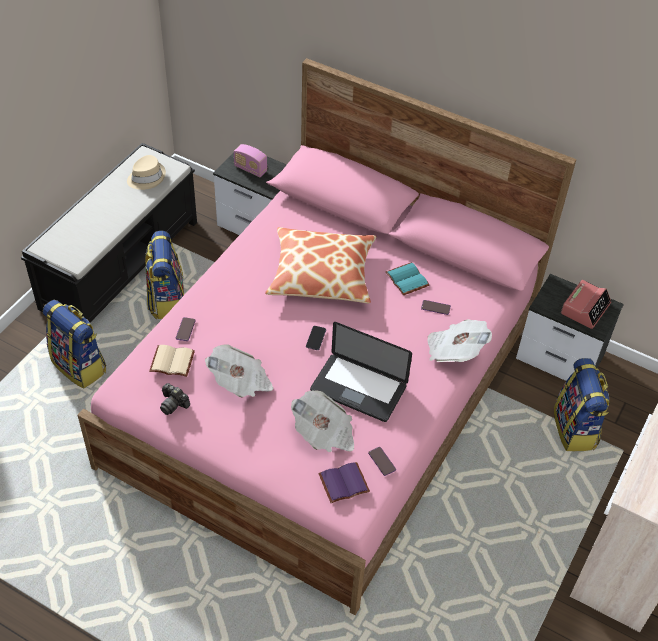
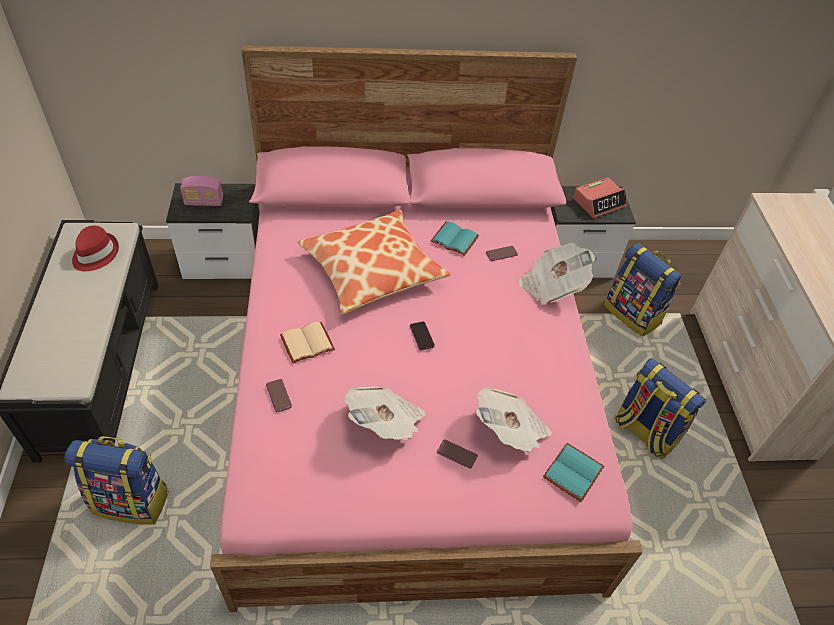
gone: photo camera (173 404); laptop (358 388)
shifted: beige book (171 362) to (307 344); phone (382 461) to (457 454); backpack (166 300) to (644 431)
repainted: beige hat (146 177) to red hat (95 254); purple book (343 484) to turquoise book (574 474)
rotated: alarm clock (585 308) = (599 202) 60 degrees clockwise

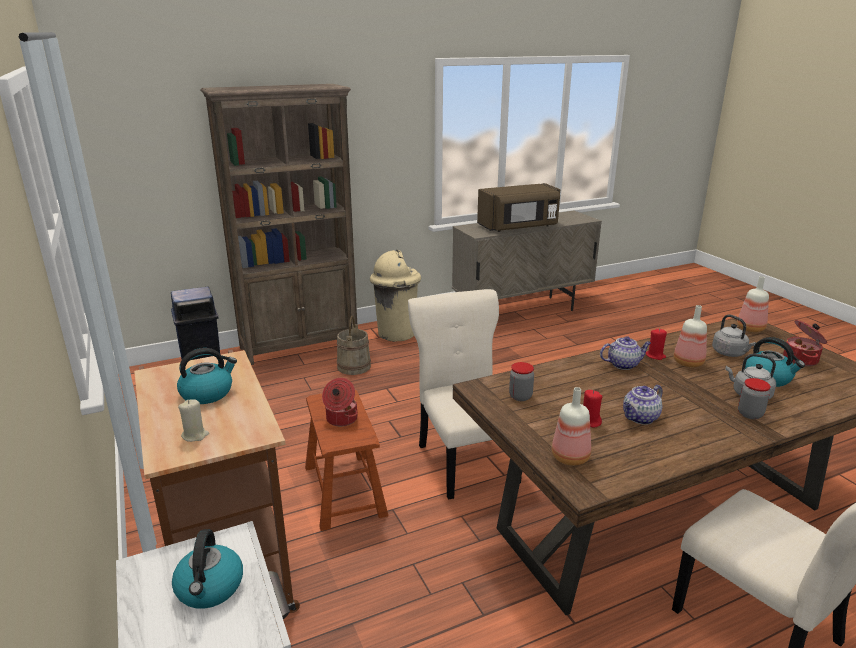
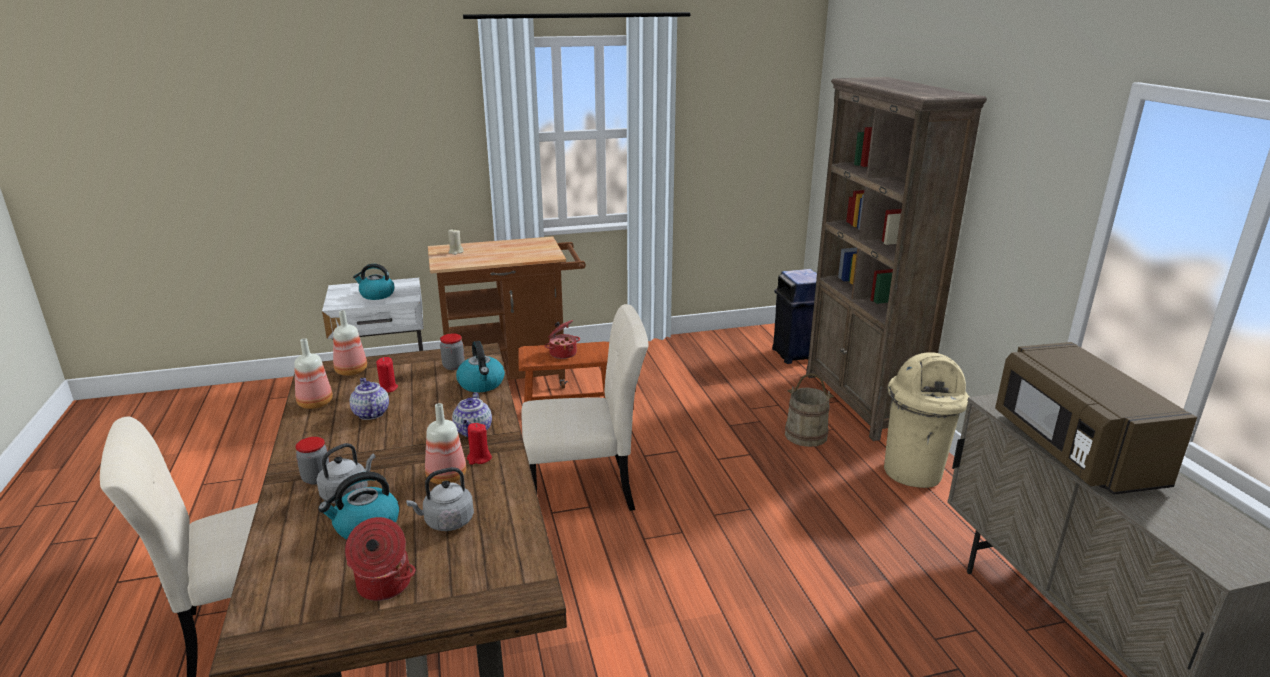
shifted: bottle (751 328) to (315 404); kettle (207 393) to (481 384)

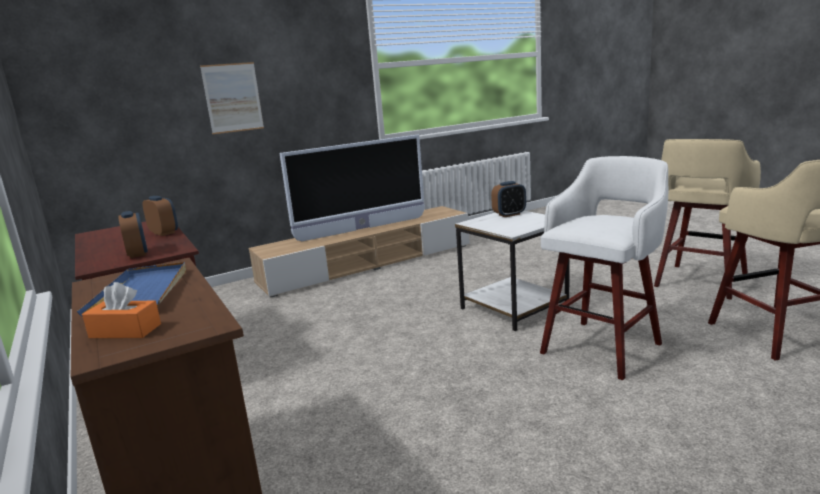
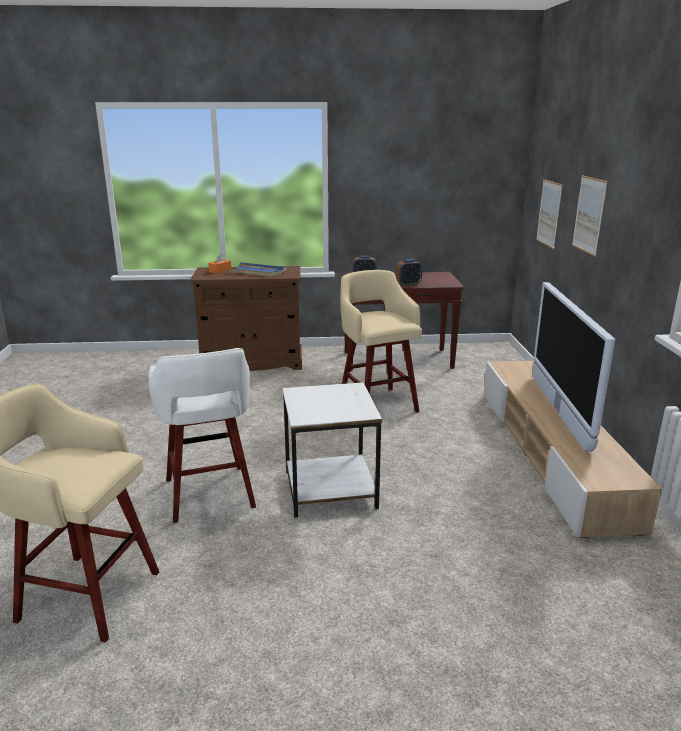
gone: alarm clock (509 214)
new: picture (549 213)
shifted: beige stool (699 282) to (377 403)

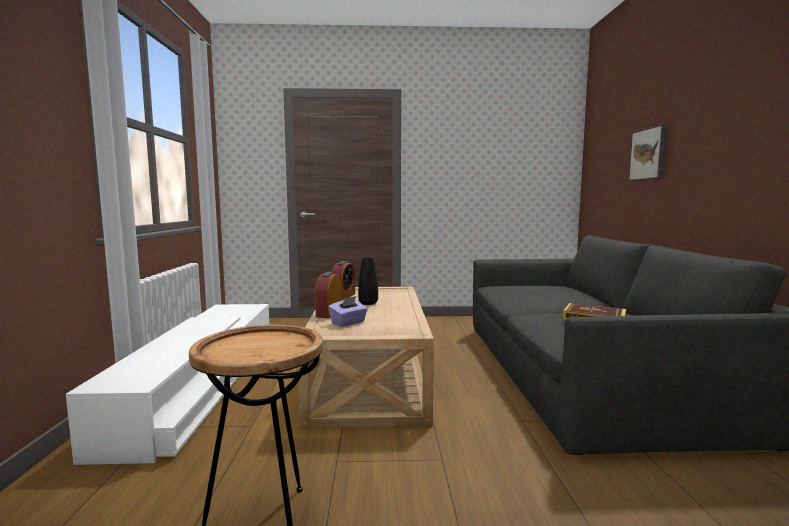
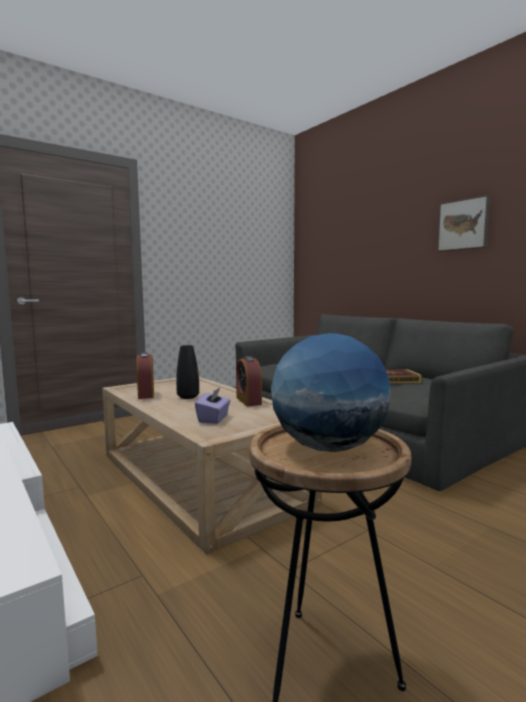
new: globe (328 448)
shifted: alarm clock (329 313) to (248 401); picture (650 154) to (464 225)

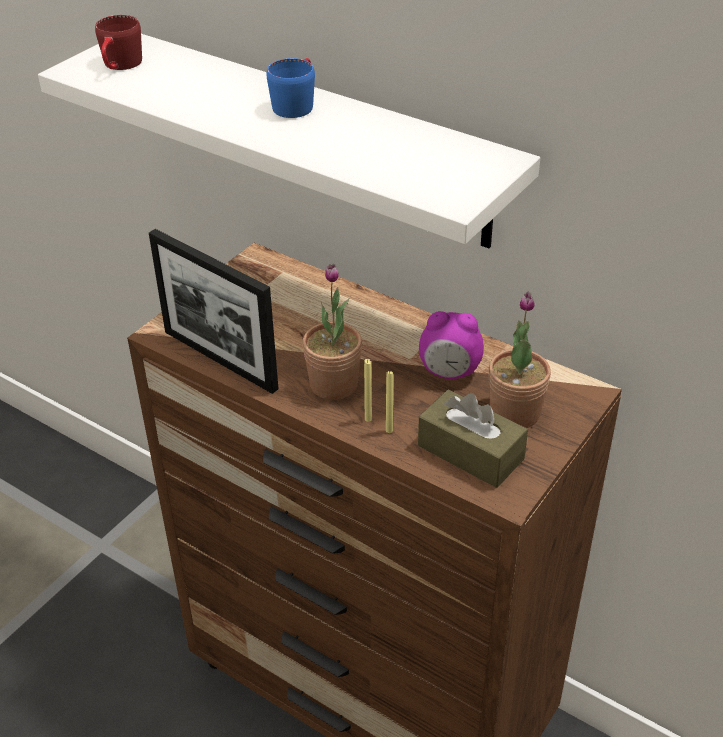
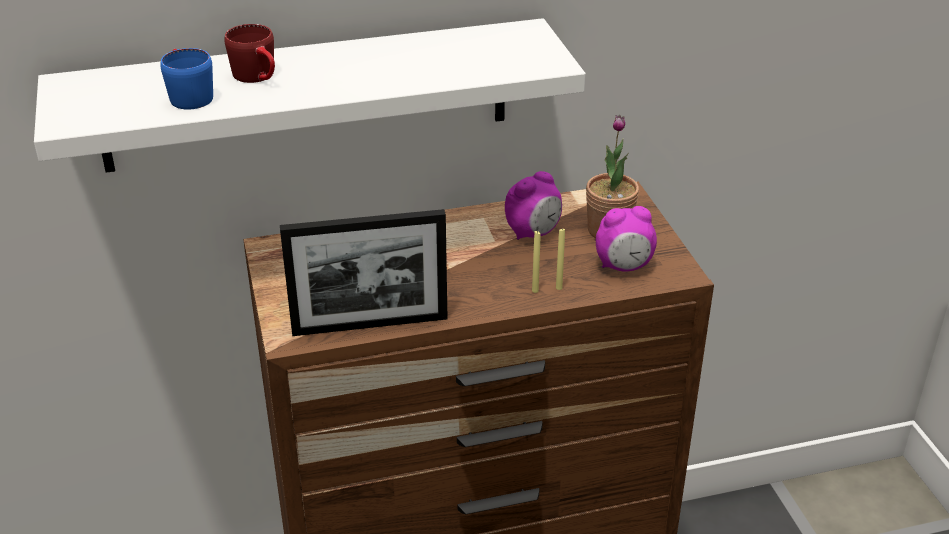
gone: potted plant (333 384)
shifted: blue mug (296 104) to (188 95); red mug (120 66) to (259 77)
swapped: brown tissue box (470 452) to alarm clock (624 267)

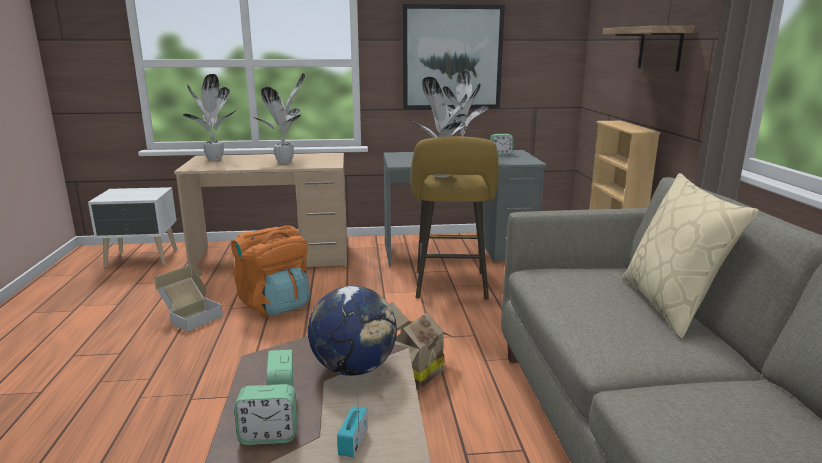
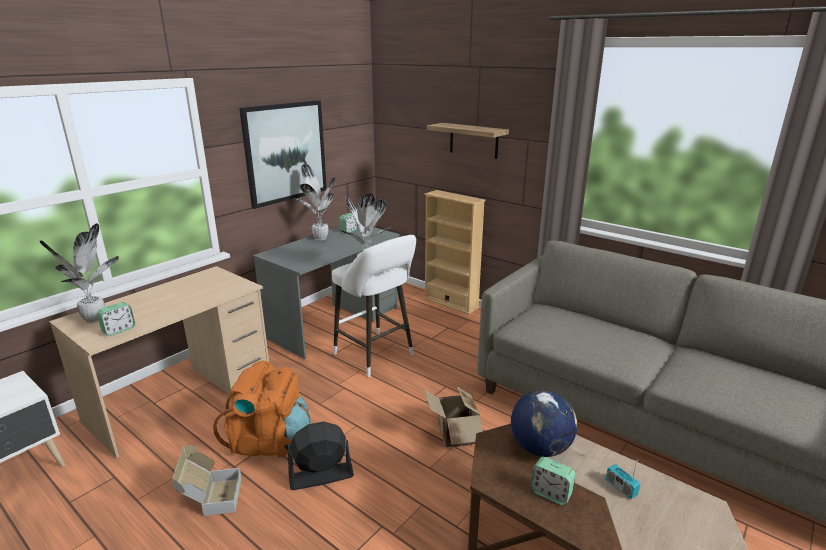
gone: potted plant (286 162); beige pillow (671 305)
new: black fan (321 476)
shifted: alarm clock (268 435) to (119 330)
repainted: yellow stool (451 287) to white stool (376 356)

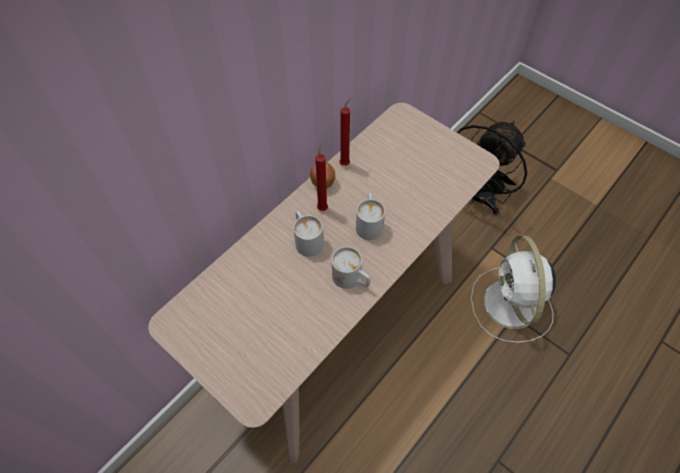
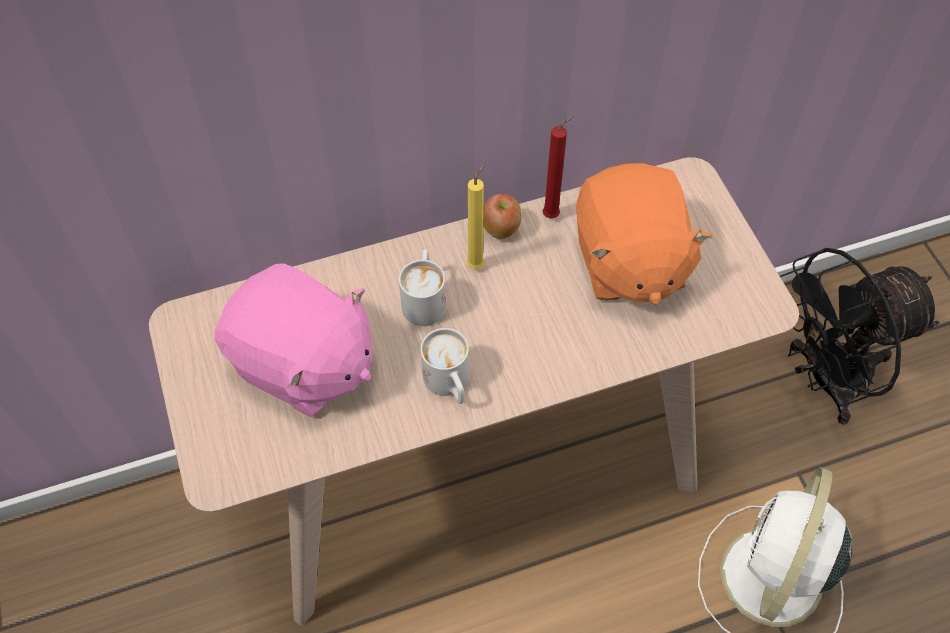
gone: white mug (369 223)
new: pink plush toy (303 365); orange plush toy (628 262)
repainted: red candle (322 207) to yellow candle (477 264)

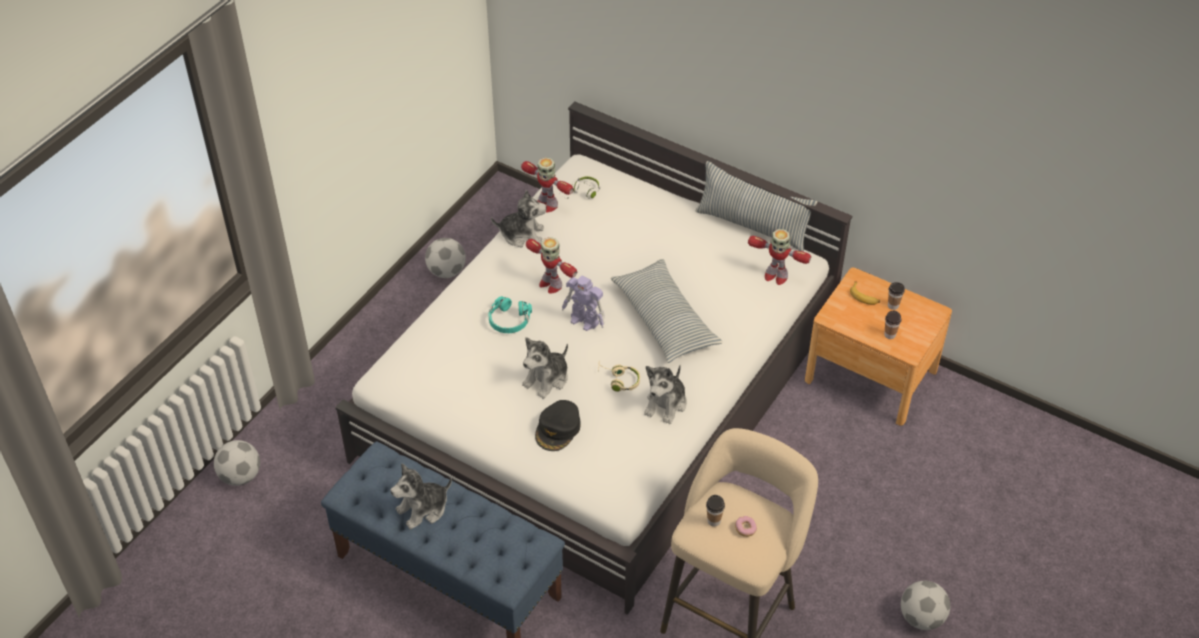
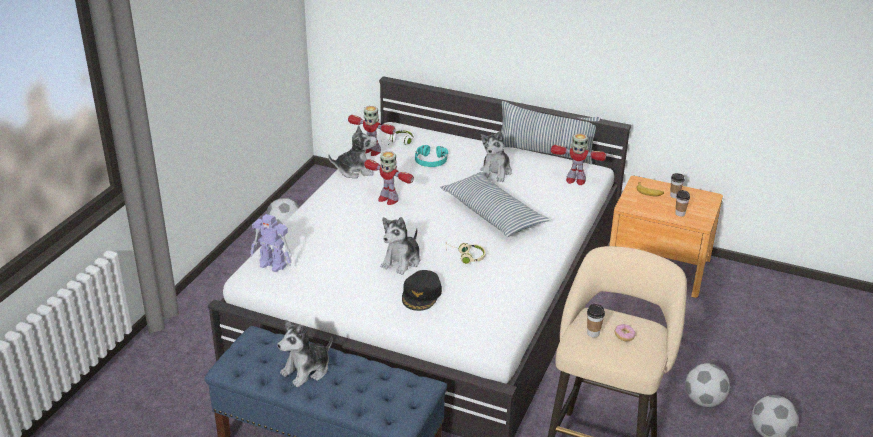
shifted: toy robot (585 321) to (273 265); turquoise headphones (509 320) to (430 161); plush toy (666 404) to (496 172); football (240 476) to (703 401)

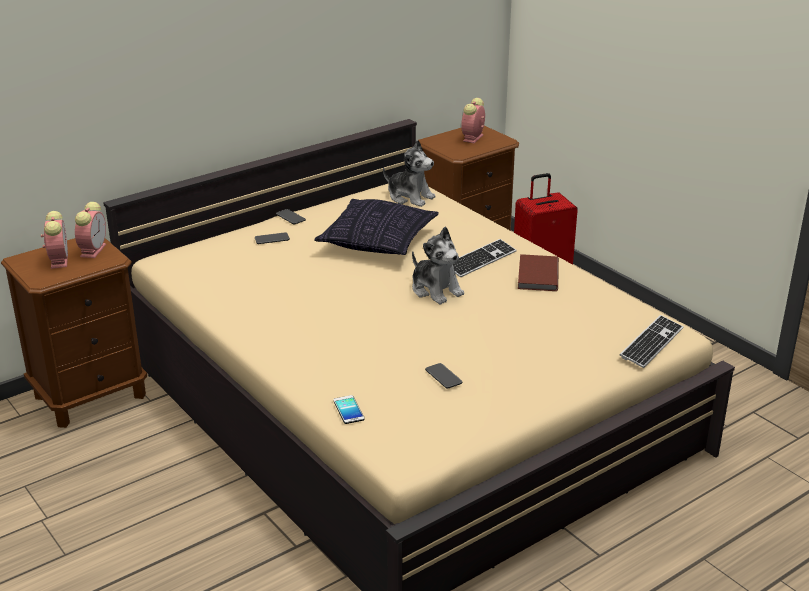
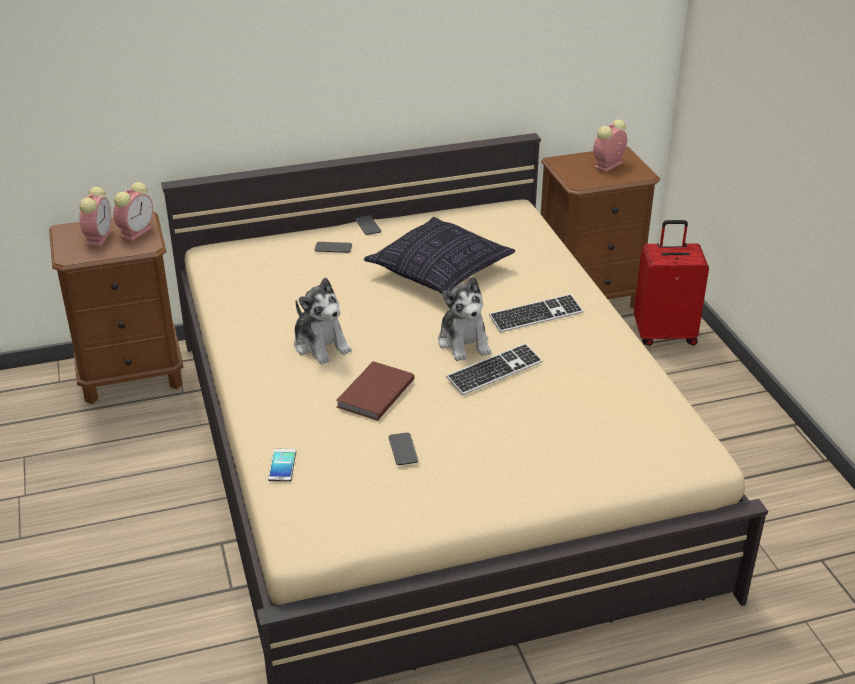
shifted: plush toy (410 197) to (321 345); brown book (536 275) to (373 393); keyboard (651 343) to (494 371)

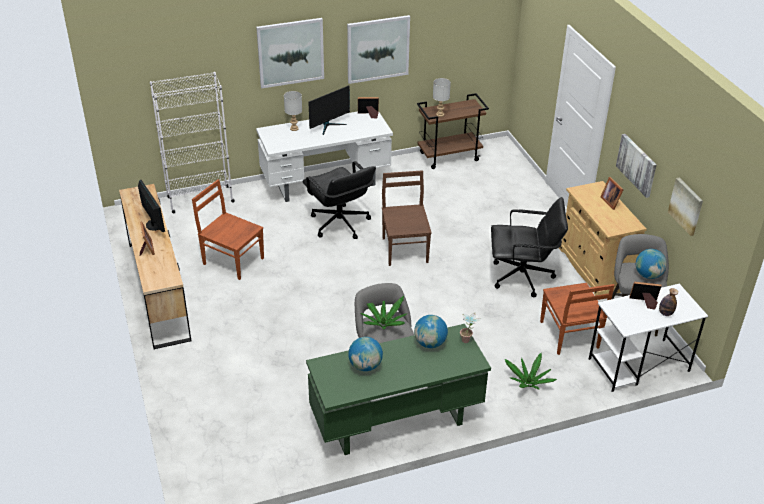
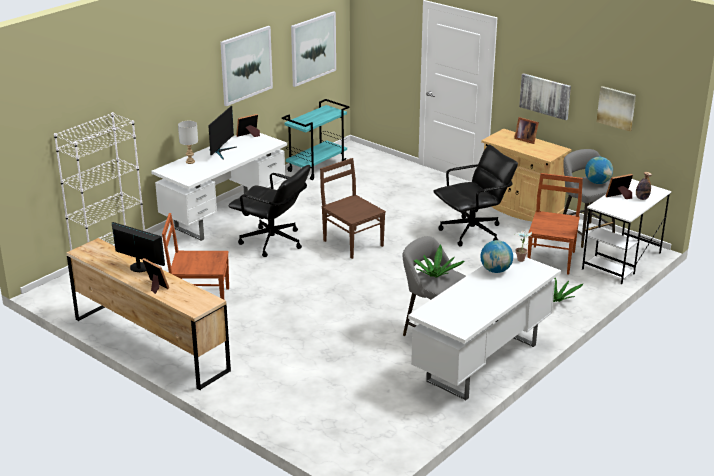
gone: globe (365 366); grey table lamp (440 114)
shifted: picture (290 52) to (313 48)
repainted: brown cart (449 156) to turquoise cart (317 167); green desk (396 423) to white desk (482 363)
rotated: brown chair (569 335) = (551 259) 120 degrees counterclockwise

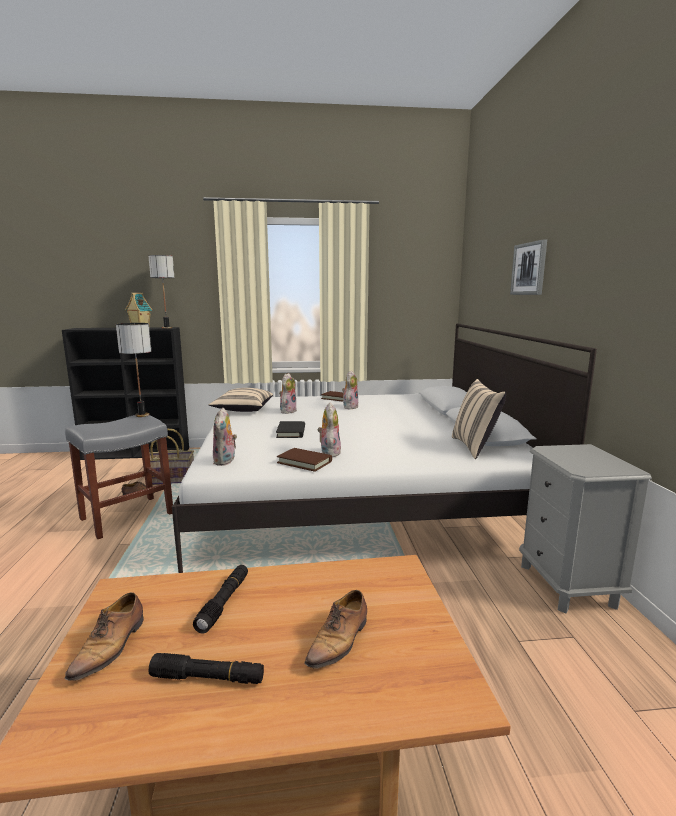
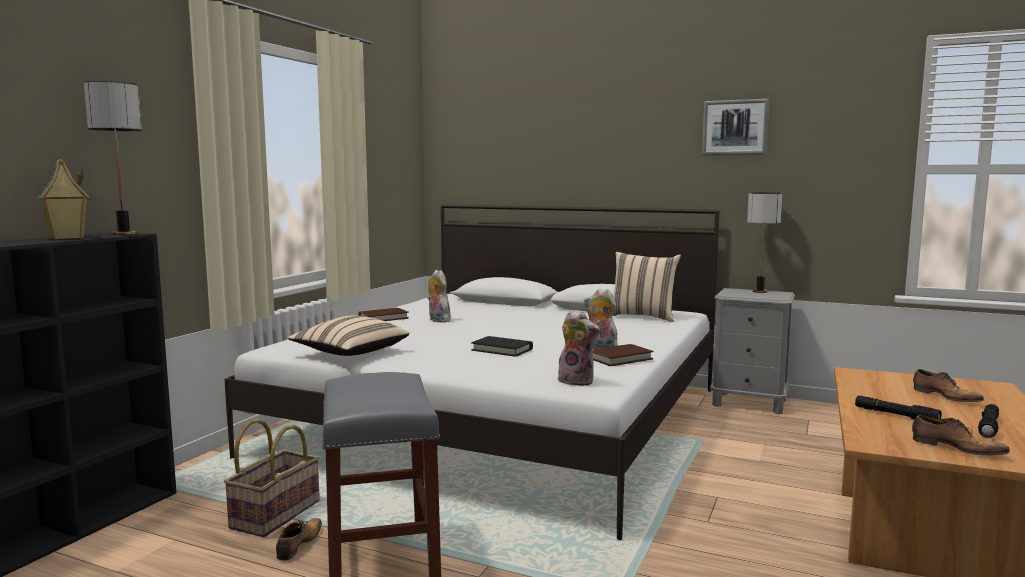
gone: plush toy (287 411)
shifted: picture (529 269) to (735 127); table lamp (142 415) to (759 291)

